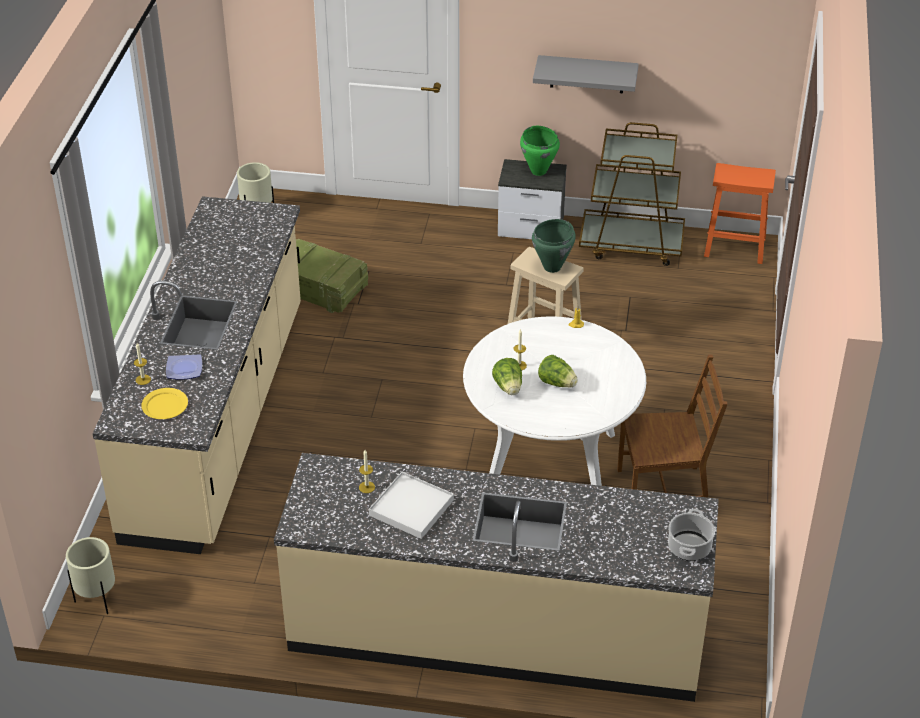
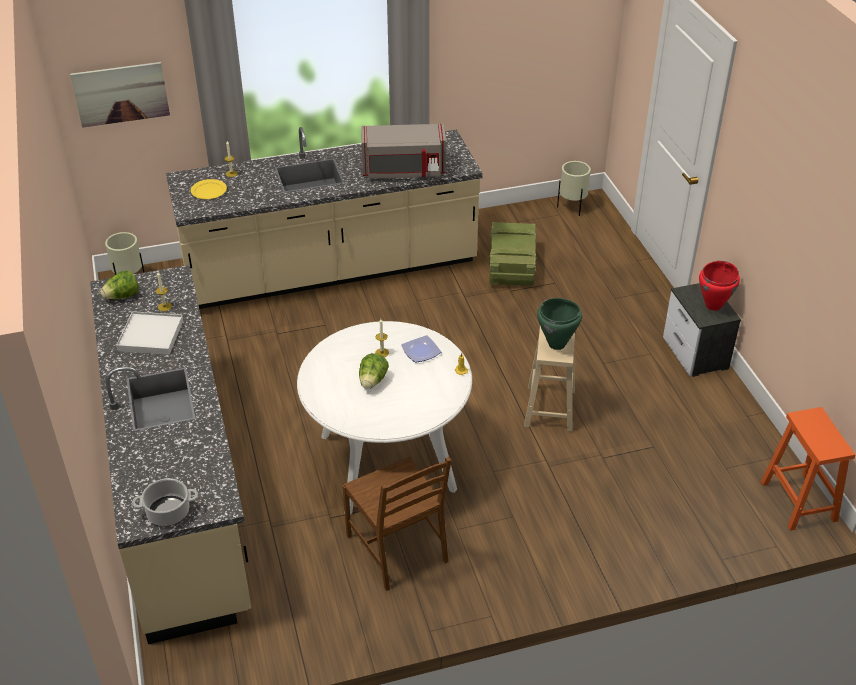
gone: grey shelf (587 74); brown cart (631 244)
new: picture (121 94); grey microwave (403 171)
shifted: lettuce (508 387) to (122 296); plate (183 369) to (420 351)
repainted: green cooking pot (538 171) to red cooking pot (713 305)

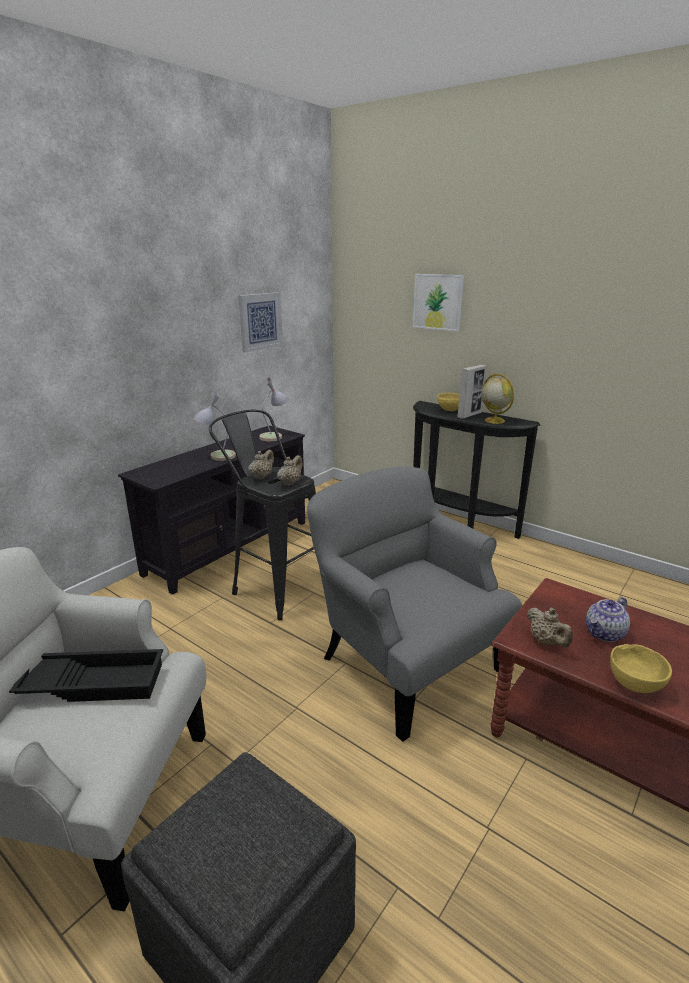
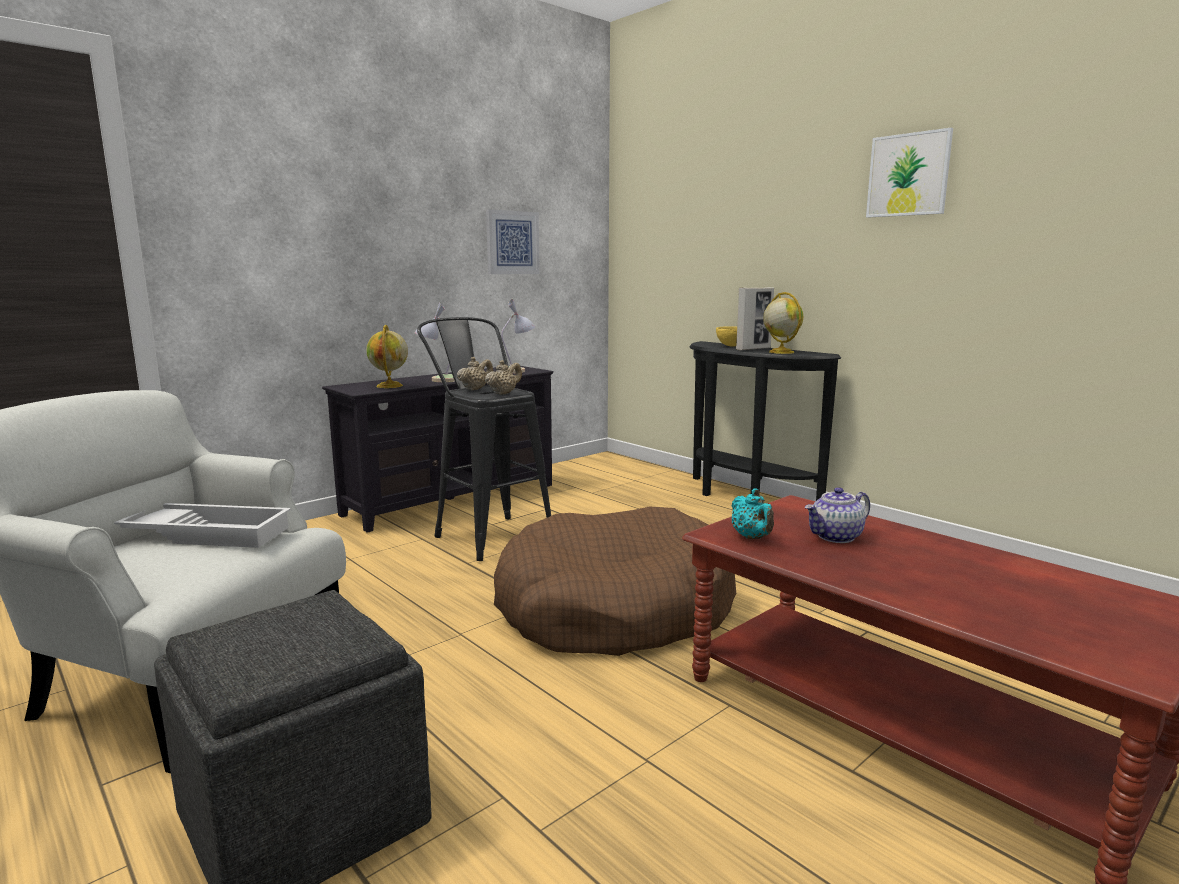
gone: yellow bowl (635 684)
new: globe (389 386)
shifted: picture (438 302) to (908 175)
swapped: grey armchair (405 662) to brown dog bed (615 608)
repainted: black tray (95 681) to white tray (210 533); beige teapot (546 642) to turquoise teapot (752 538)

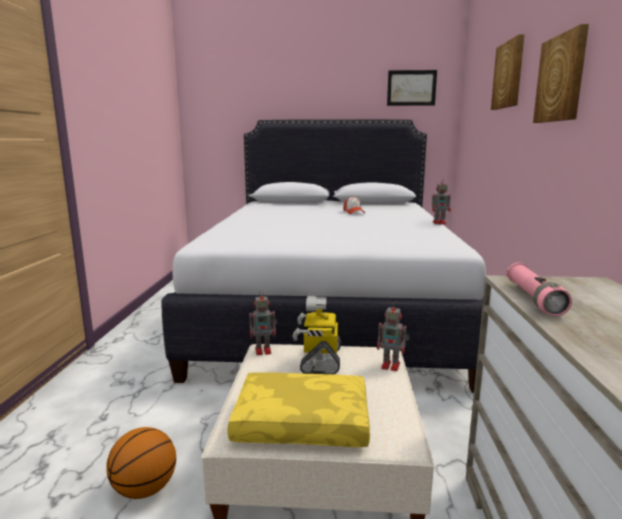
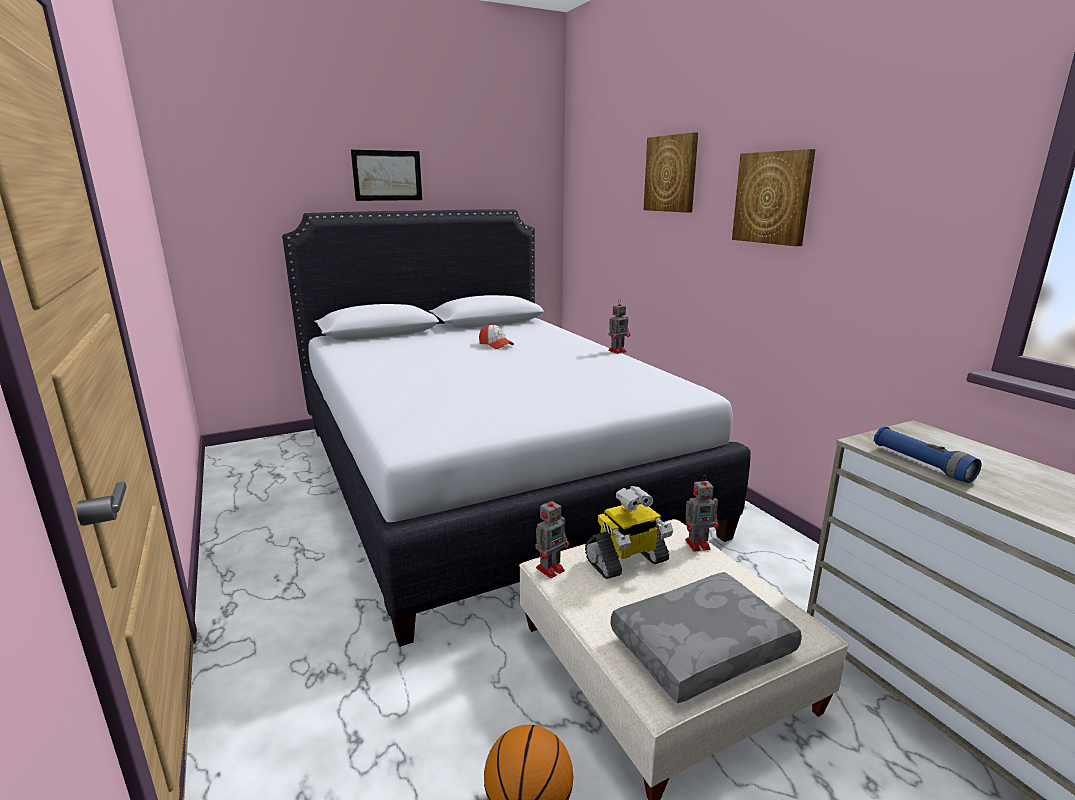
shifted: picture (411 88) to (387 175)
repainted: yellow pillow (303 421) to grey pillow (700 645); pink flashlight (533 299) to blue flashlight (921 464)
rotated: toy robot (319 360) = (626 561) 90 degrees counterclockwise

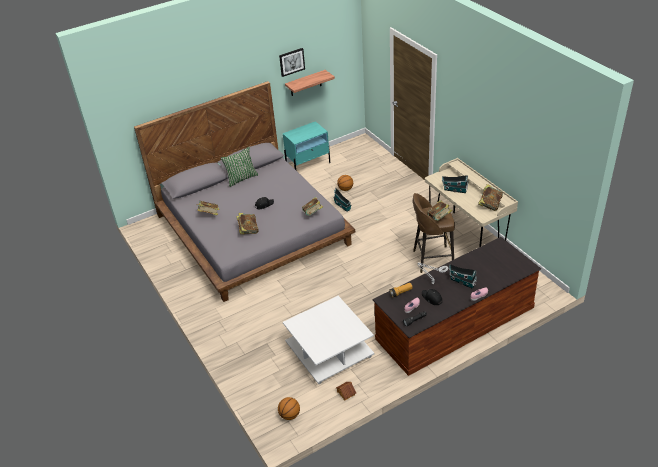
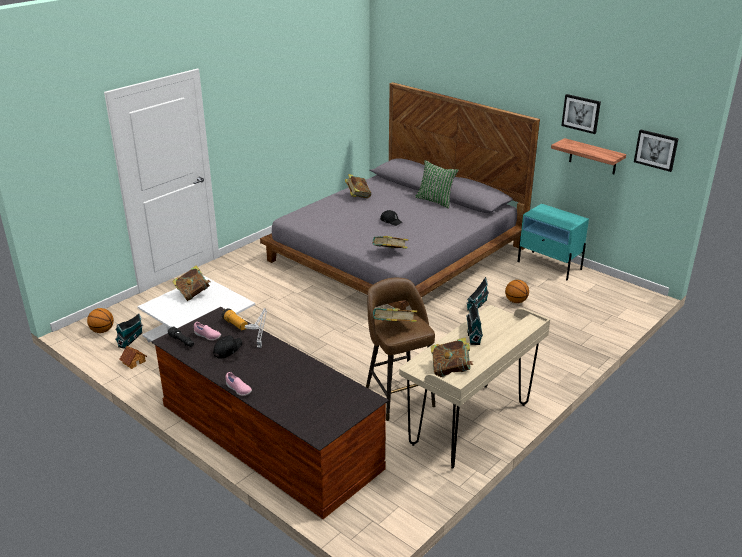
new: picture (656 150)
shifted: toy house (462 281) to (131 339); book (248 230) to (193 294)

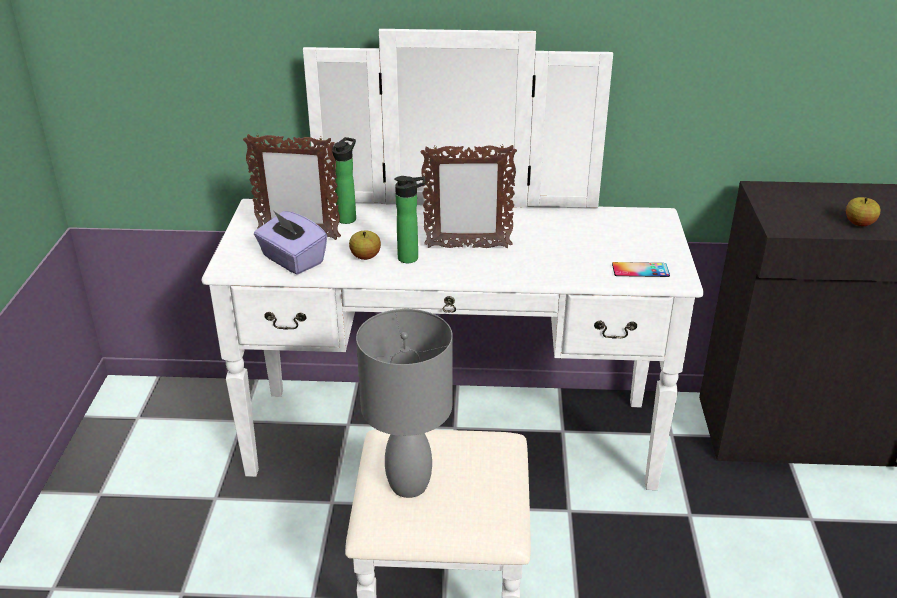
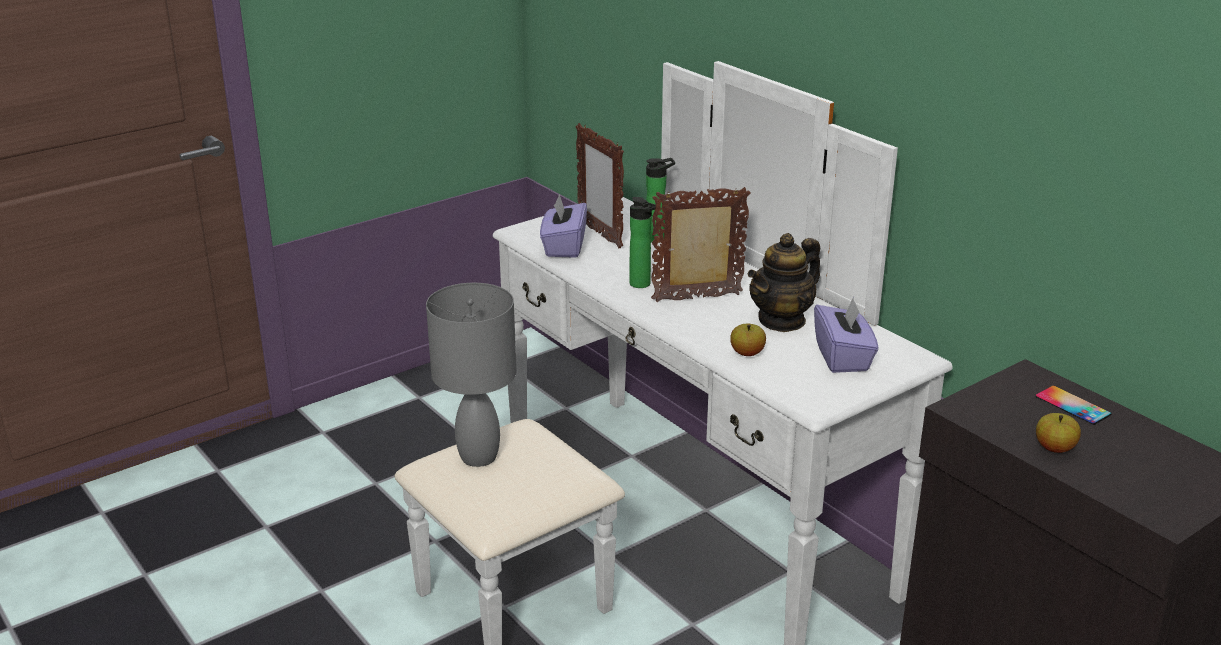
new: teapot (782 320); purple tissue box (843 357)
shifted: apple (365 257) to (747 353); phone (640 270) to (1072 405)
rotated: picture frame (467 247) = (698 298) 120 degrees clockwise

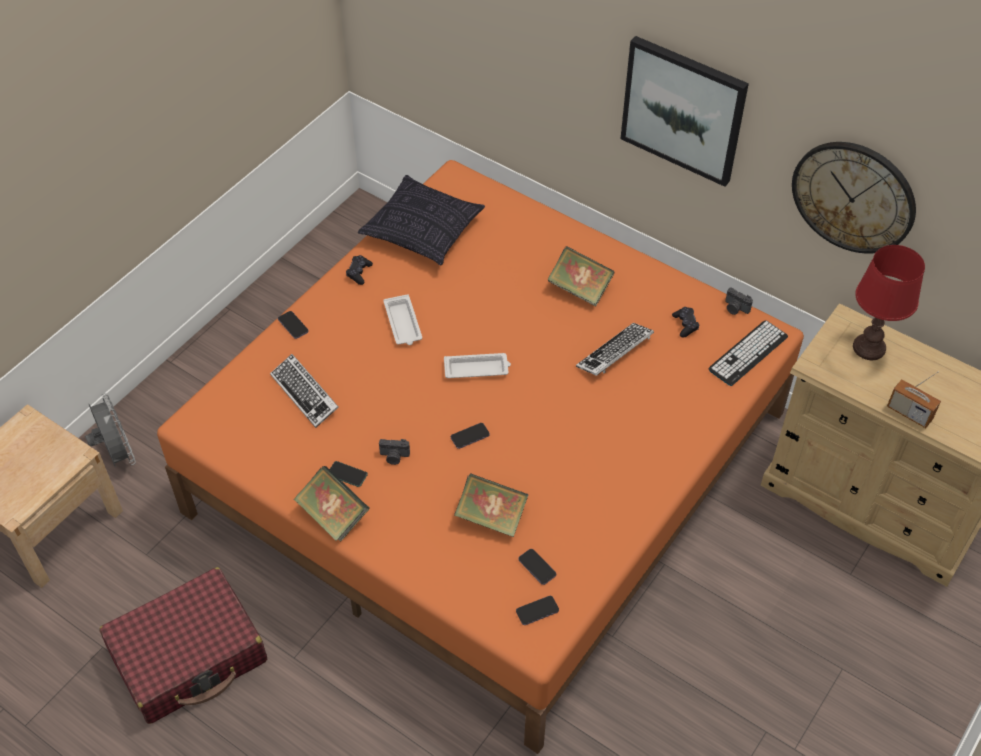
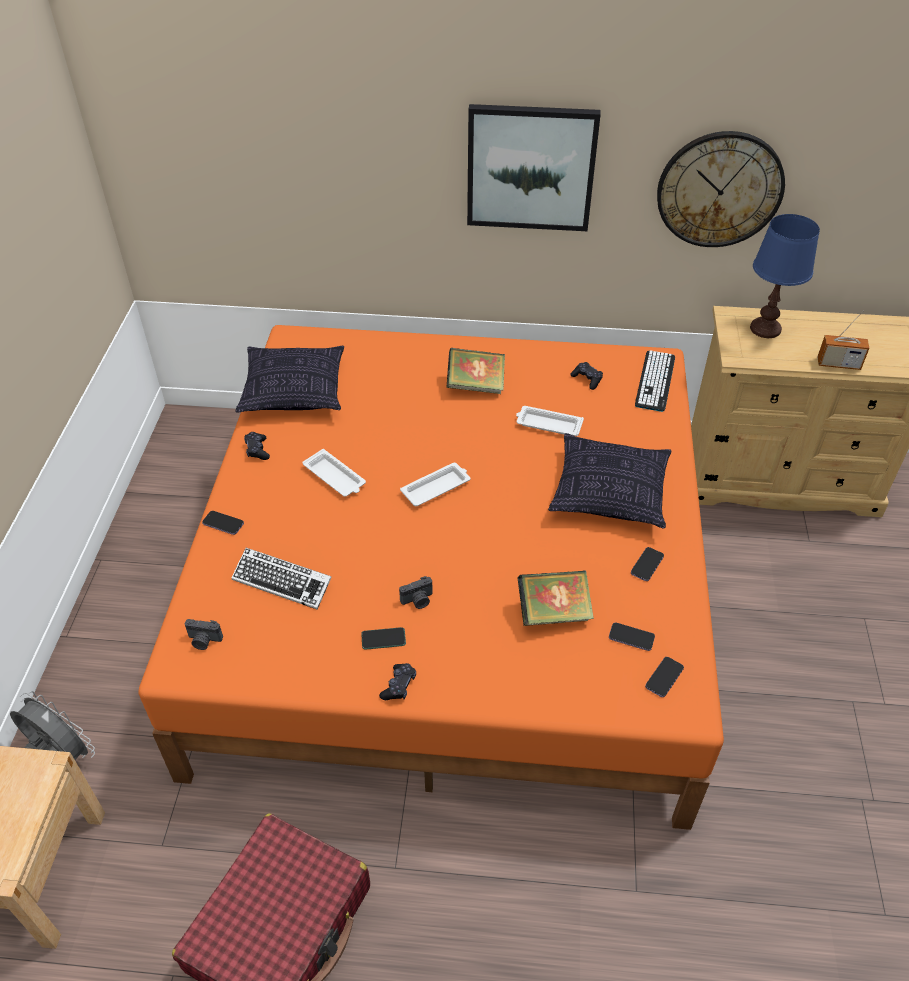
new: pillow (610 493)
shifted: photo camera (735 308) to (204 641); phone (470 436) to (647 565)
swapped: book (333 515) to black game controller (399 686); keyboard (615 353) to white tray (548 424)
repainted: red table lamp (868 347) to blue table lamp (765 329)

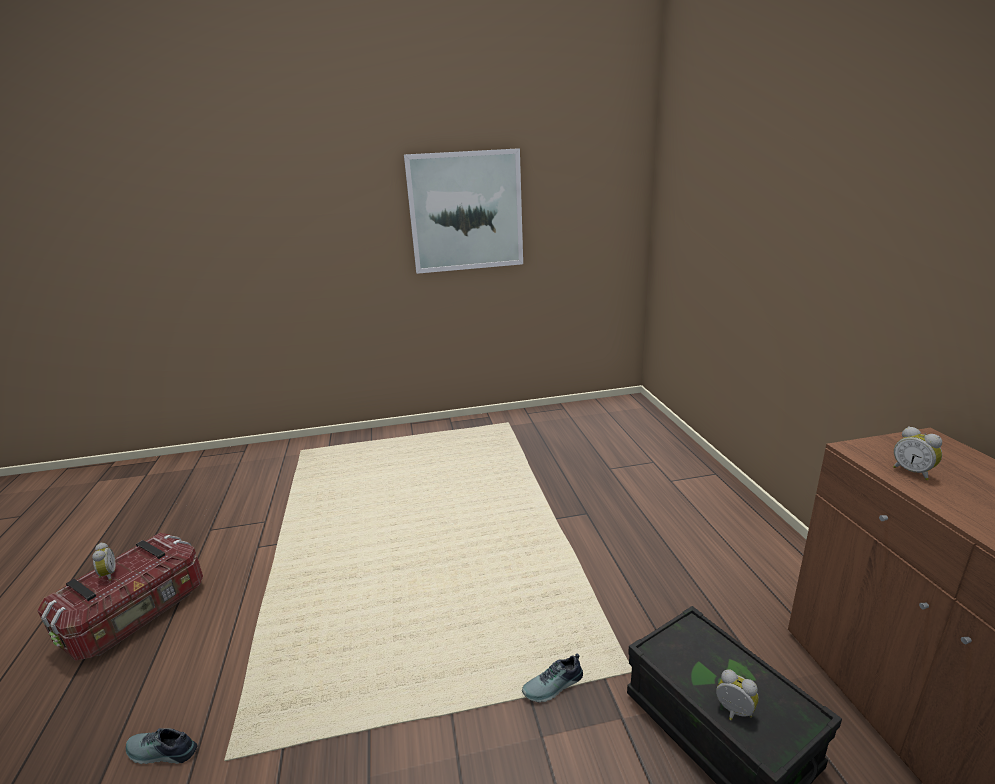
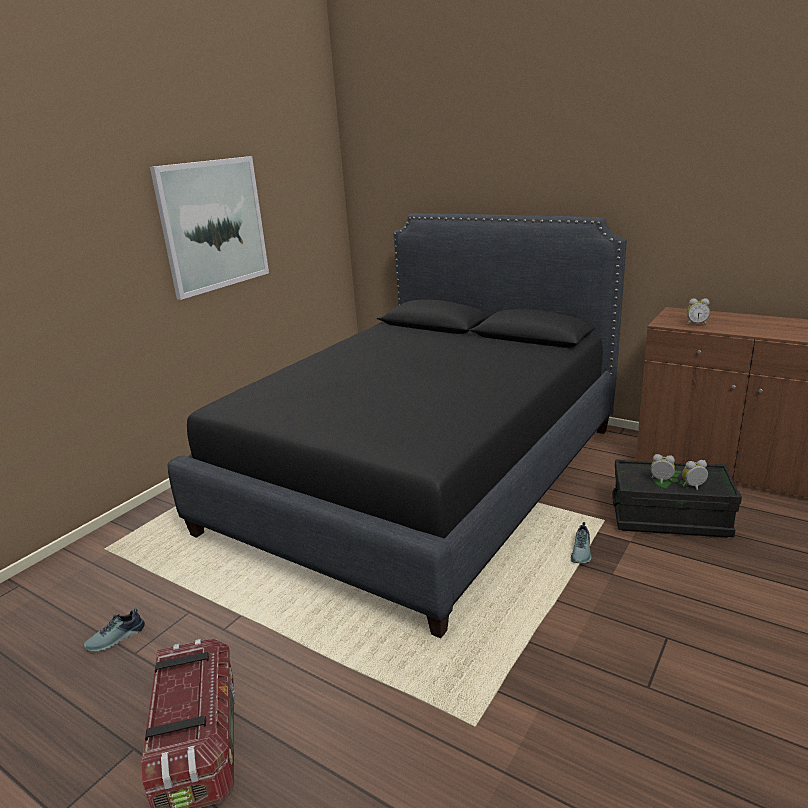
new: black bed (422 477)
shifted: shoe (161 753) to (116 639); alarm clock (107 575) to (661 481)

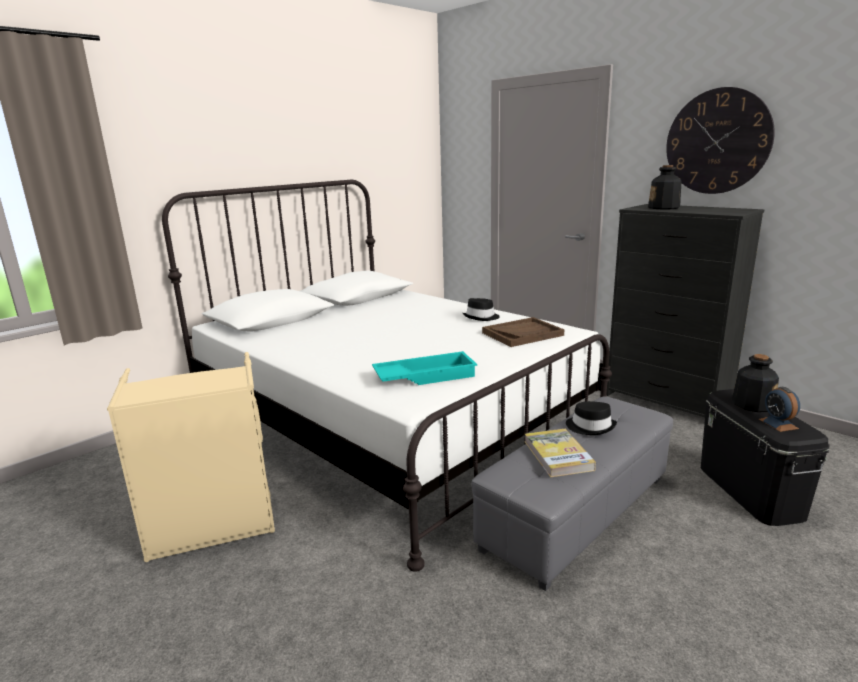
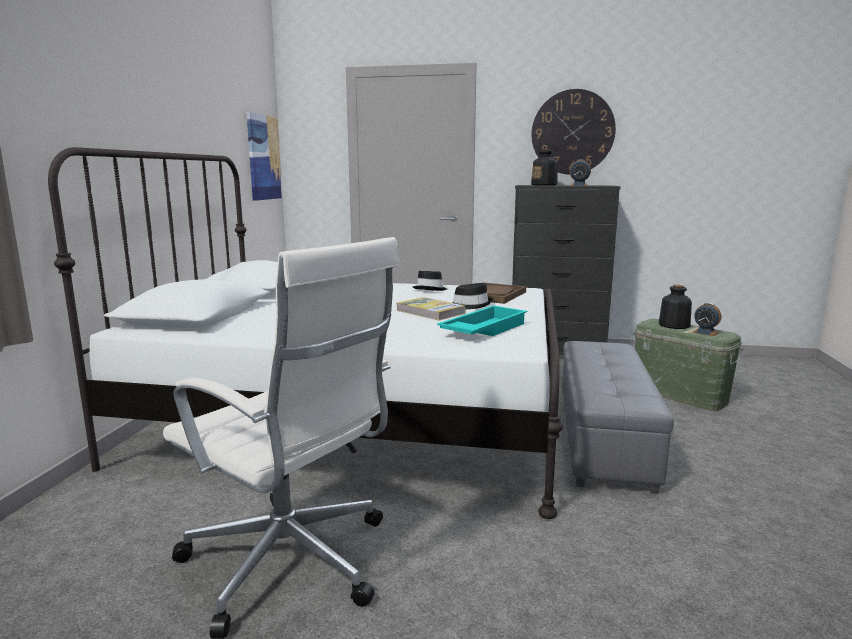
new: picture (263 157); alarm clock (579 185)
shifted: book (558 455) to (430 312); black hat (590 427) to (470 306)
swapped: beige laundry basket (212 527) to white office chair (291 563)
repainted: black storage box (750 491) to green storage box (679 395)

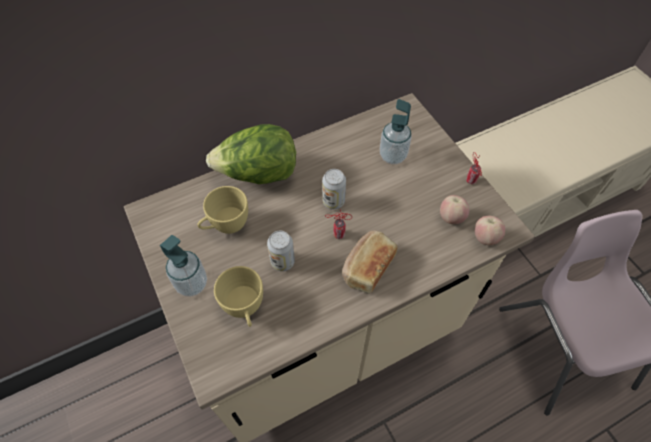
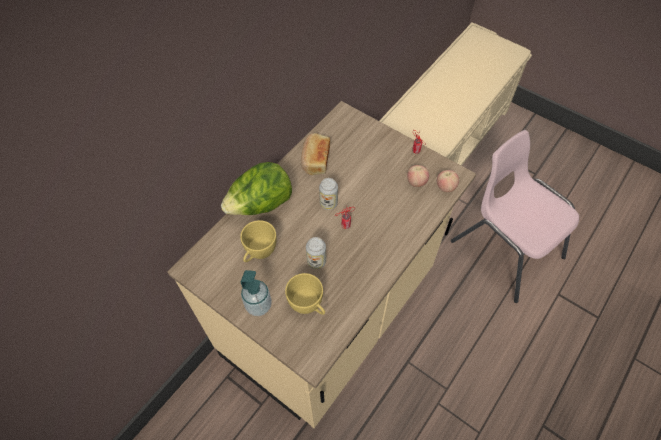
gone: soap dispenser (393 156)
shifted: bread (367 267) to (315 160)

